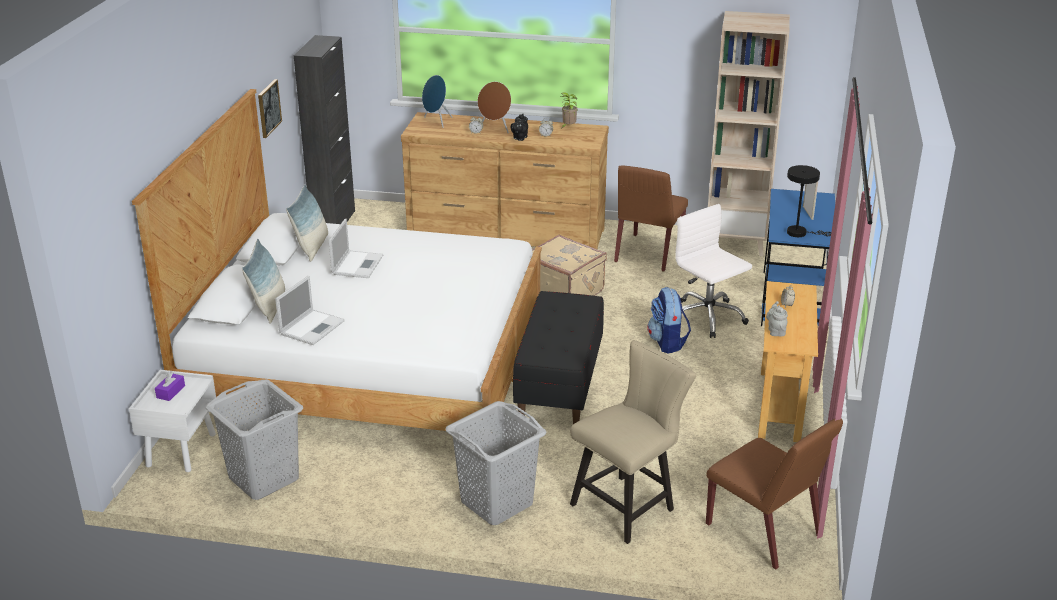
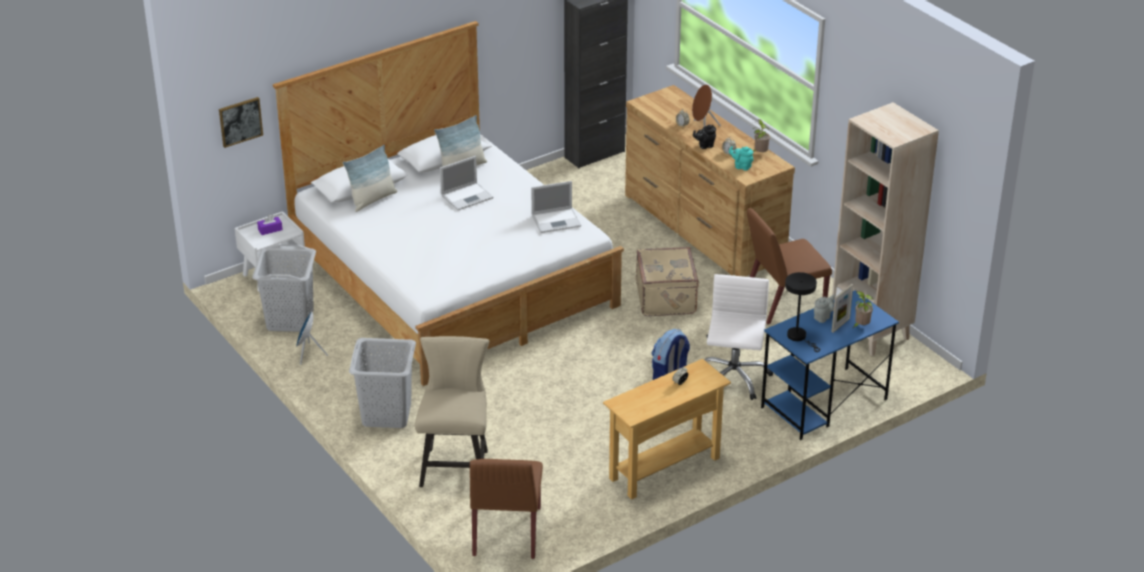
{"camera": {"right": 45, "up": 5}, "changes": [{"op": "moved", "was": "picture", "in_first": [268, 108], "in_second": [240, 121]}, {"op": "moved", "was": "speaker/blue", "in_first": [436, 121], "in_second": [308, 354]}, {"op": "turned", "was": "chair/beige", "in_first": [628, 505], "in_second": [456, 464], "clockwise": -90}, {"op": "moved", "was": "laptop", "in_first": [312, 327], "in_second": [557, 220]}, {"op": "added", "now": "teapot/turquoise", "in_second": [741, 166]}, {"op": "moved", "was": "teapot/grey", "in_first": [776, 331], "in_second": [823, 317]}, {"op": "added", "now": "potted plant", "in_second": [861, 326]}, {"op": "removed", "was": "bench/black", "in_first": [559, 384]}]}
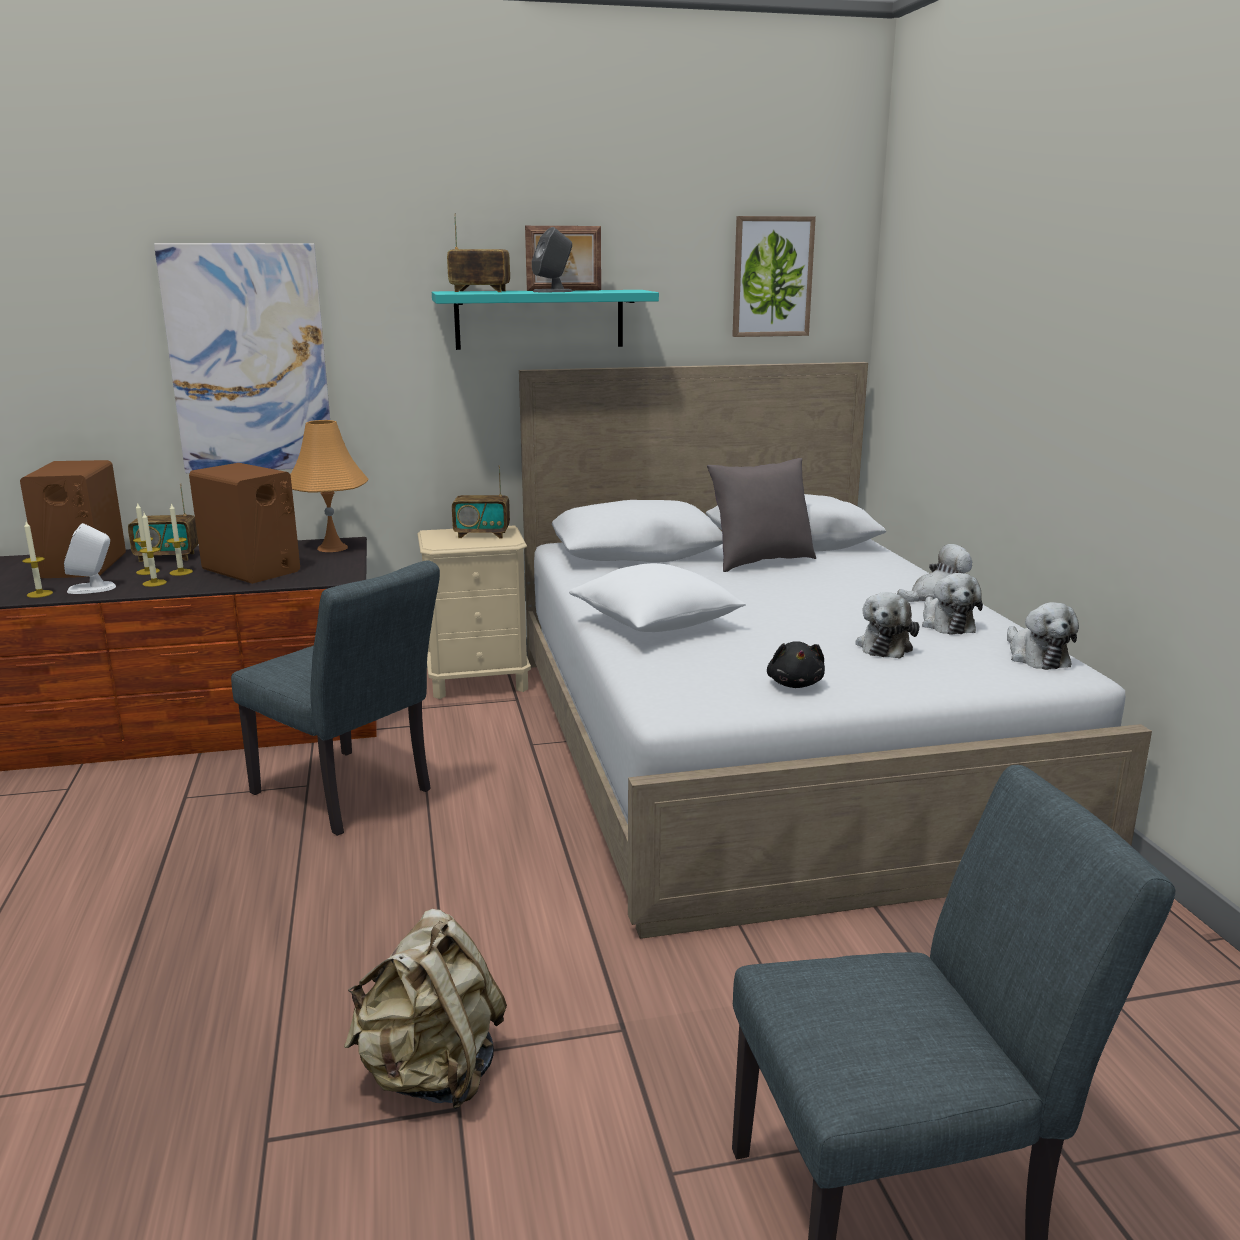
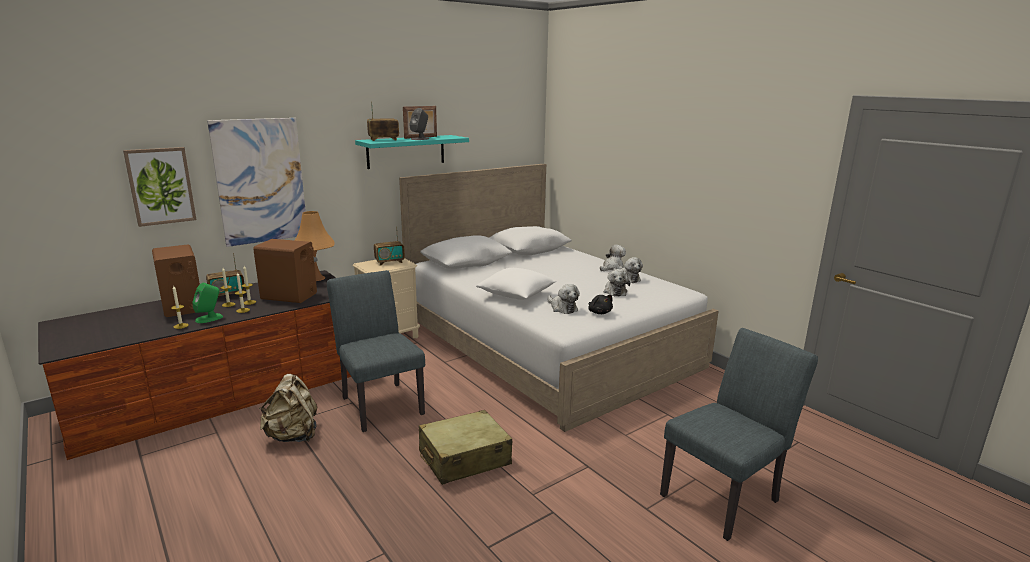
{"camera": {"right": -25, "up": 0}, "changes": [{"op": "moved", "was": "picture", "in_first": [772, 277], "in_second": [161, 186]}, {"op": "recoloured", "was": "speaker/white", "now": "speaker/green", "in_first": [92, 588], "in_second": [209, 318]}, {"op": "moved", "was": "backpack/beige", "in_first": [431, 1073], "in_second": [293, 436]}, {"op": "turned", "was": "chair/grey", "in_first": [350, 796], "in_second": [380, 402], "clockwise": -135}, {"op": "added", "now": "suitcase/beige", "in_second": [464, 458]}, {"op": "moved", "was": "plush toy", "in_first": [1036, 657], "in_second": [562, 308]}, {"op": "removed", "was": "pillow/grey", "in_first": [760, 562]}]}
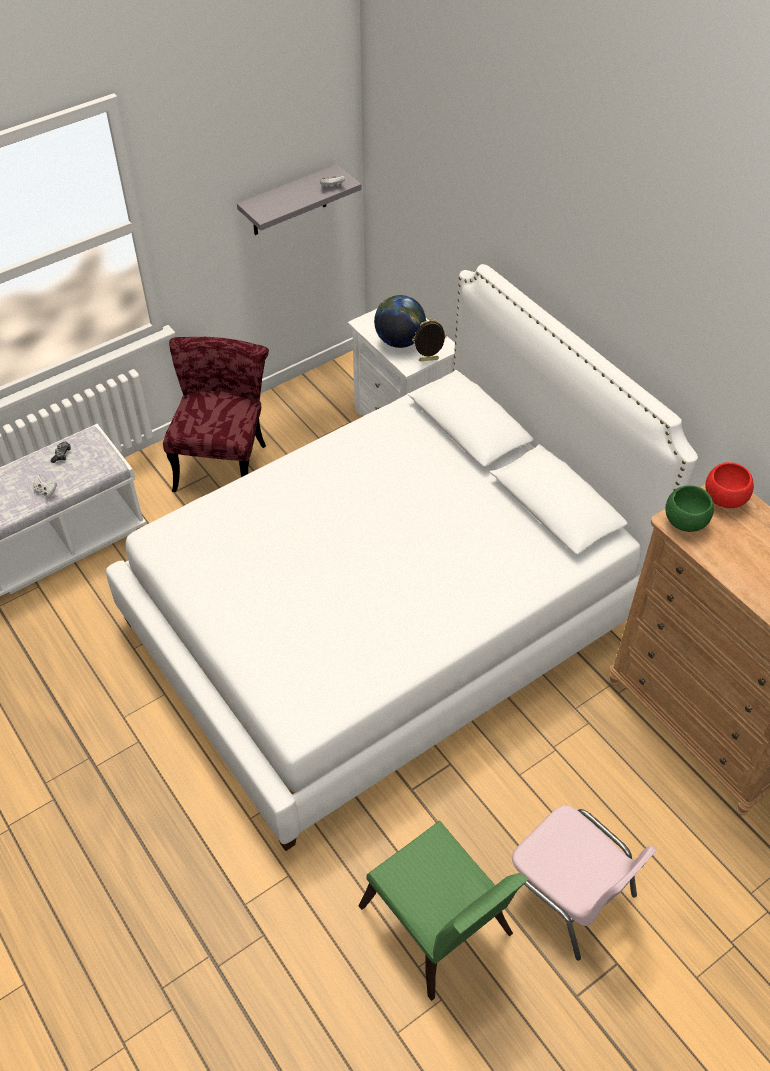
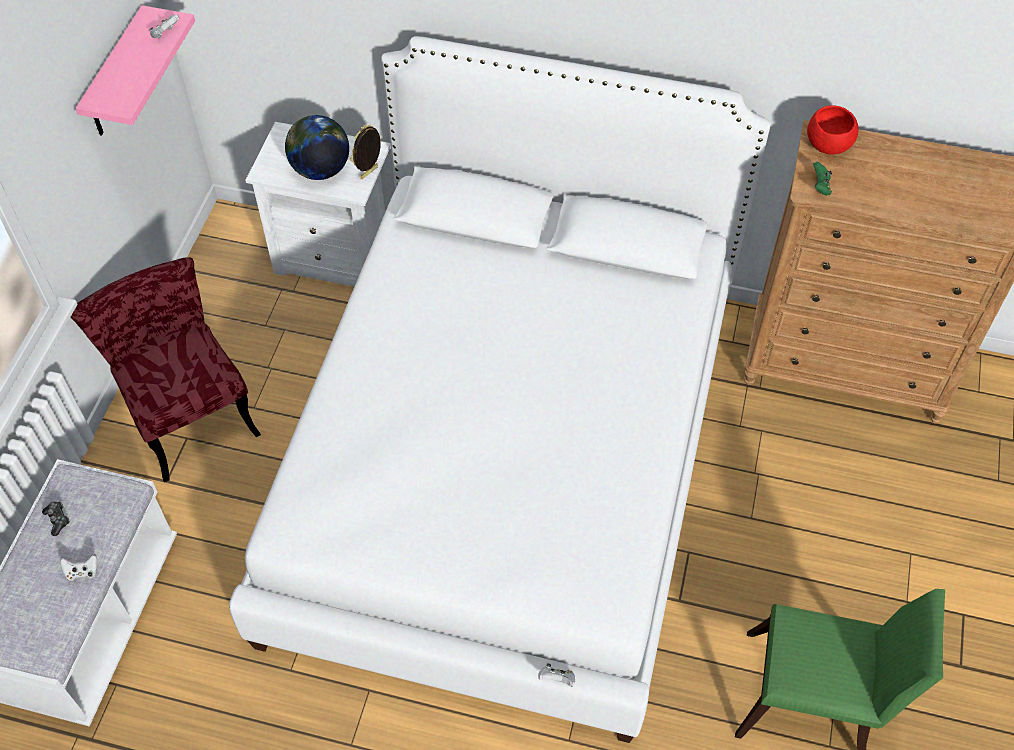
{"camera": {"right": -40, "up": 5}, "changes": [{"op": "recoloured", "was": "shelf/grey", "now": "shelf/pink", "in_first": [289, 201], "in_second": [116, 76]}, {"op": "added", "now": "game controller/white", "in_second": [557, 679]}, {"op": "replaced", "was": "bowl/green", "now": "game controller/green", "in_first": [685, 522], "in_second": [820, 186]}, {"op": "removed", "was": "chair/pink", "in_first": [568, 893]}]}
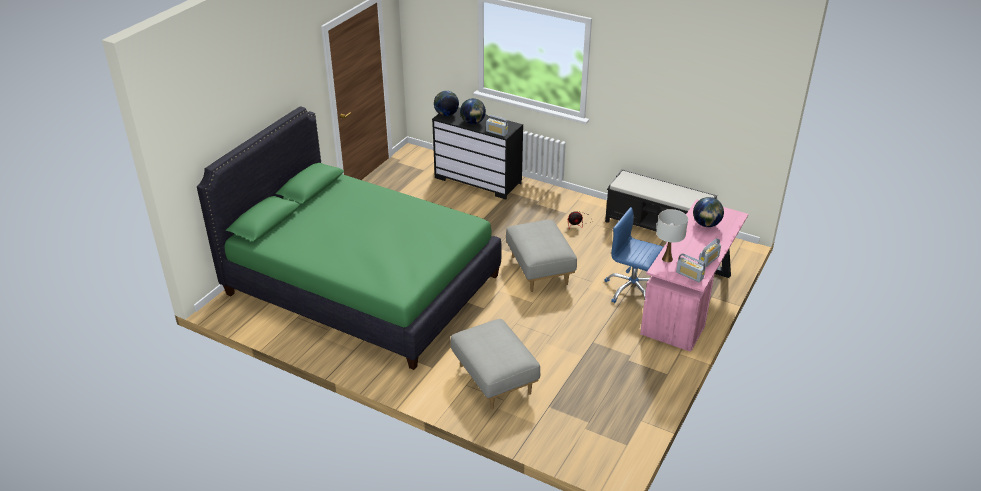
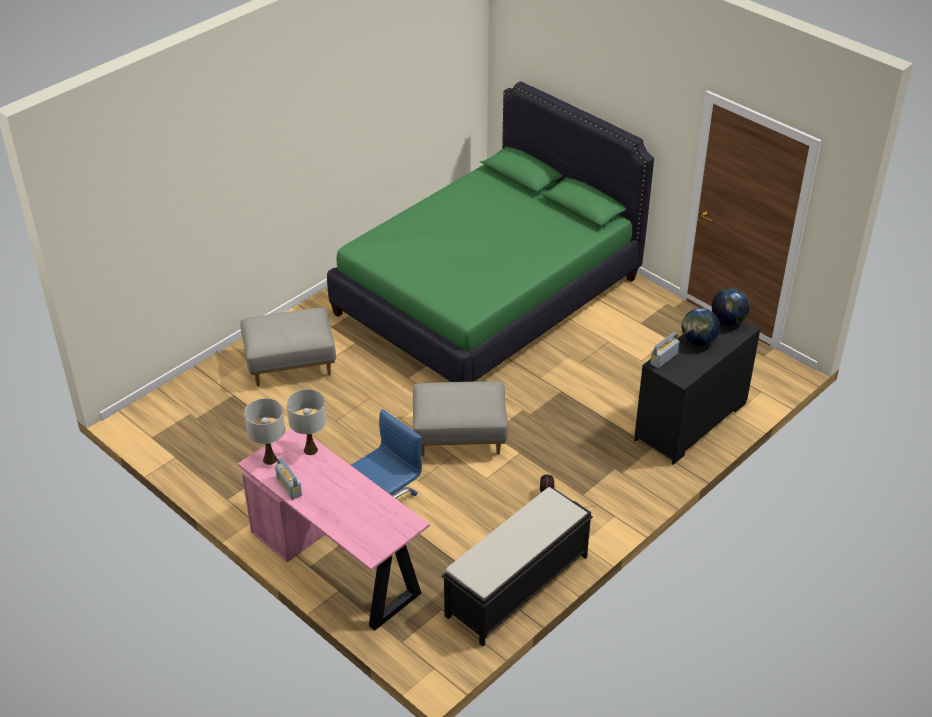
{"camera": {"right": 105, "up": 5}, "changes": [{"op": "replaced", "was": "radio", "now": "table lamp/white", "in_first": [689, 275], "in_second": [270, 459]}, {"op": "removed", "was": "globe", "in_first": [706, 224]}]}
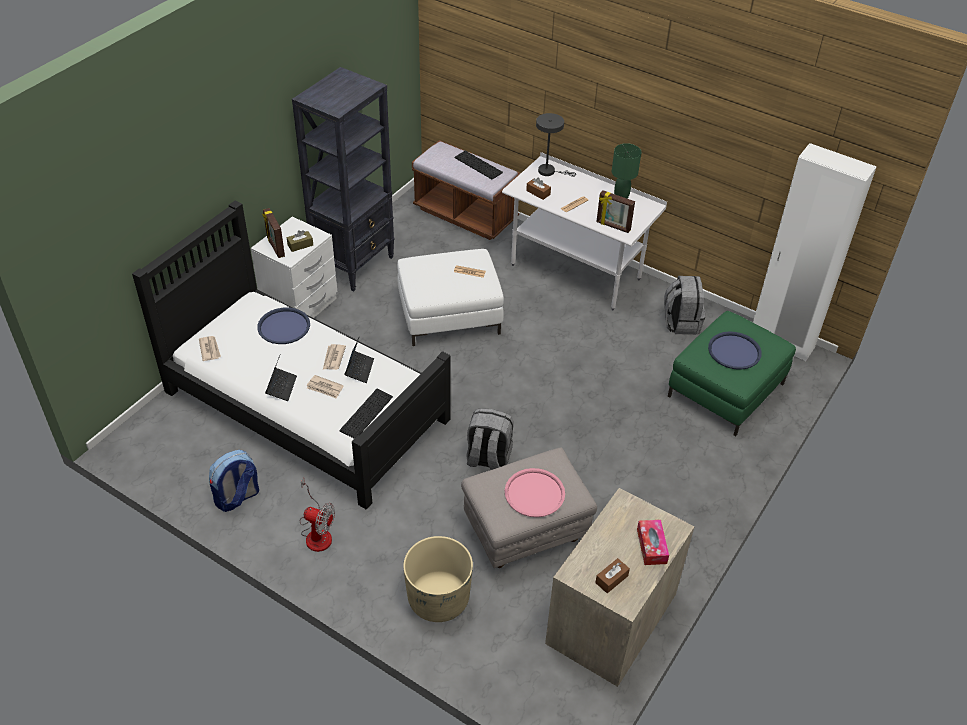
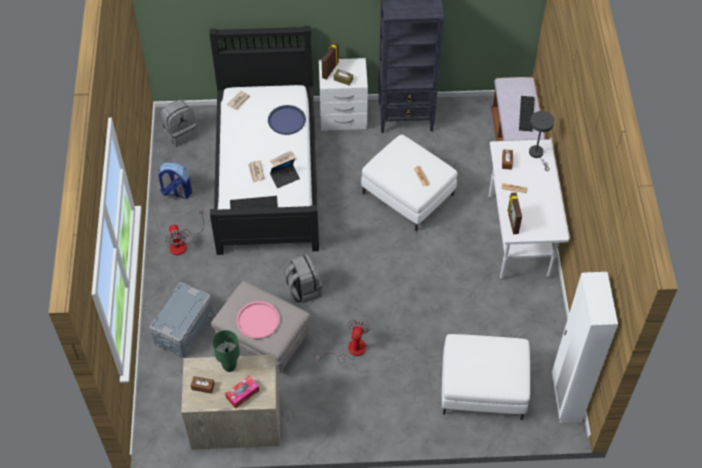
{"camera": {"right": 55, "up": 10}, "changes": [{"op": "replaced", "was": "planter/beige", "now": "storage box/grey", "in_first": [438, 598], "in_second": [183, 328]}, {"op": "moved", "was": "backpack/grey", "in_first": [681, 322], "in_second": [180, 133]}, {"op": "moved", "was": "table lamp/green", "in_first": [621, 197], "in_second": [229, 366]}, {"op": "added", "now": "fan", "in_second": [350, 350]}, {"op": "recoloured", "was": "ottoman/green", "now": "ottoman/white", "in_first": [725, 390], "in_second": [482, 387]}, {"op": "removed", "was": "laptop", "in_first": [281, 387]}, {"op": "removed", "was": "tray/blue", "in_first": [734, 351]}]}
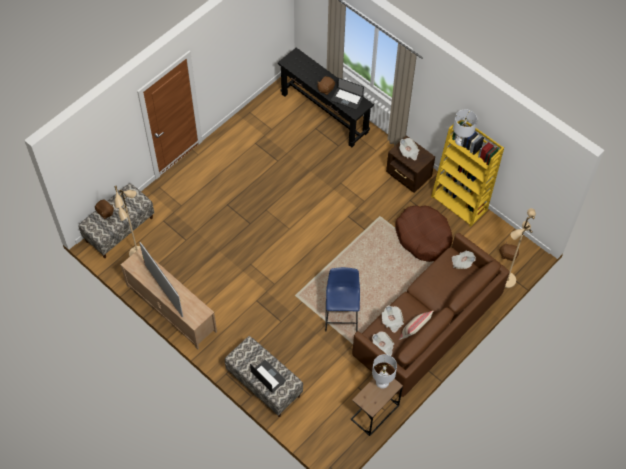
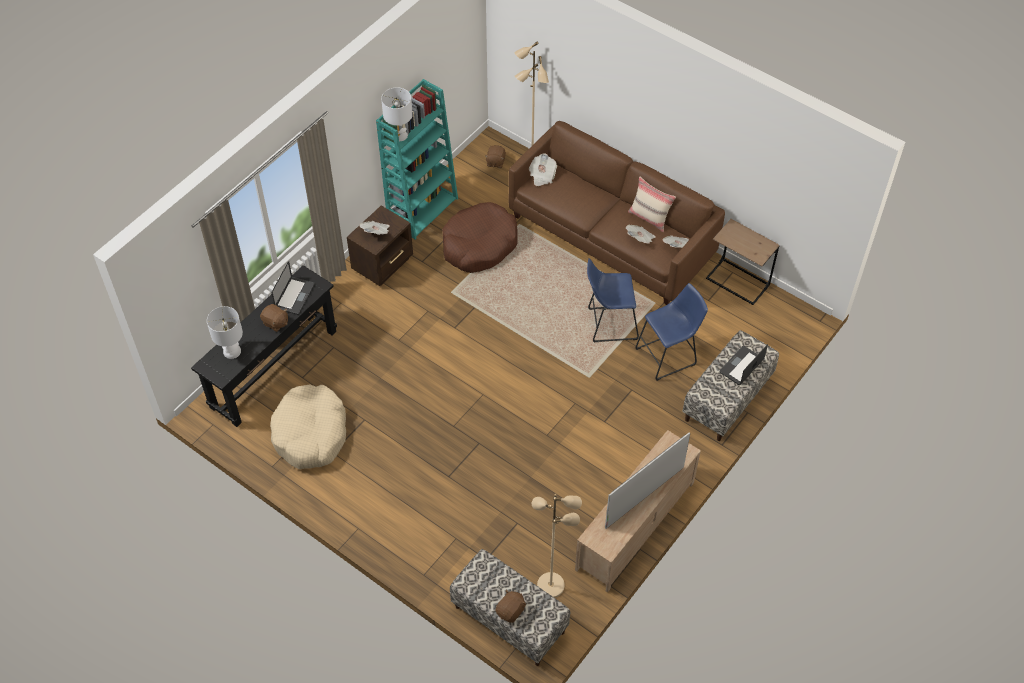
{"camera": {"right": -95, "up": -5}, "changes": [{"op": "moved", "was": "table lamp/white", "in_first": [382, 382], "in_second": [231, 352]}, {"op": "added", "now": "dog bed/beige", "in_second": [310, 433]}, {"op": "recoloured", "was": "bookcase/yellow", "now": "bookcase/turquoise", "in_first": [460, 203], "in_second": [422, 209]}, {"op": "added", "now": "stool/blue", "in_second": [669, 356]}]}
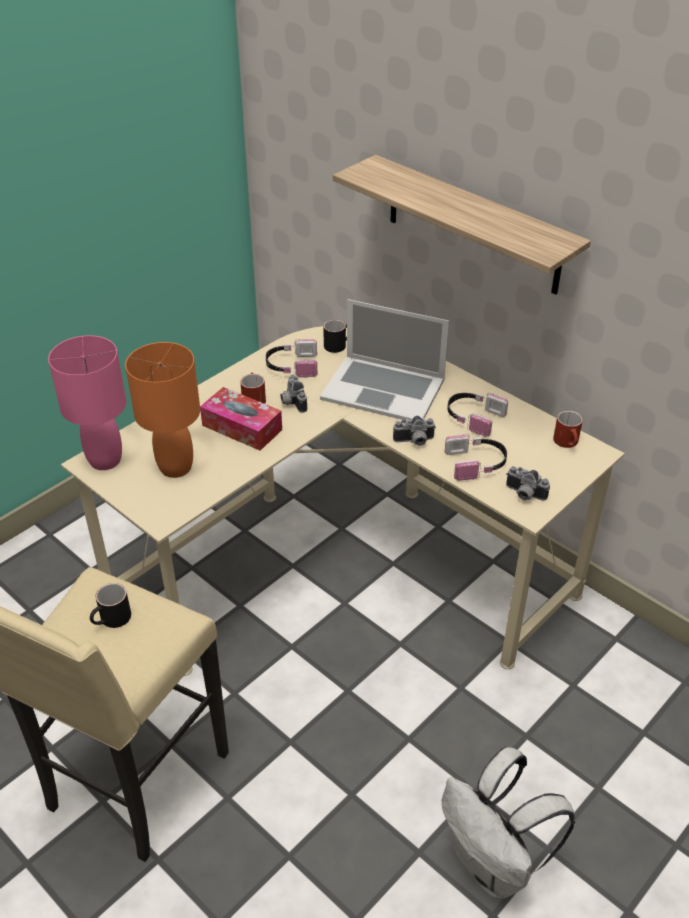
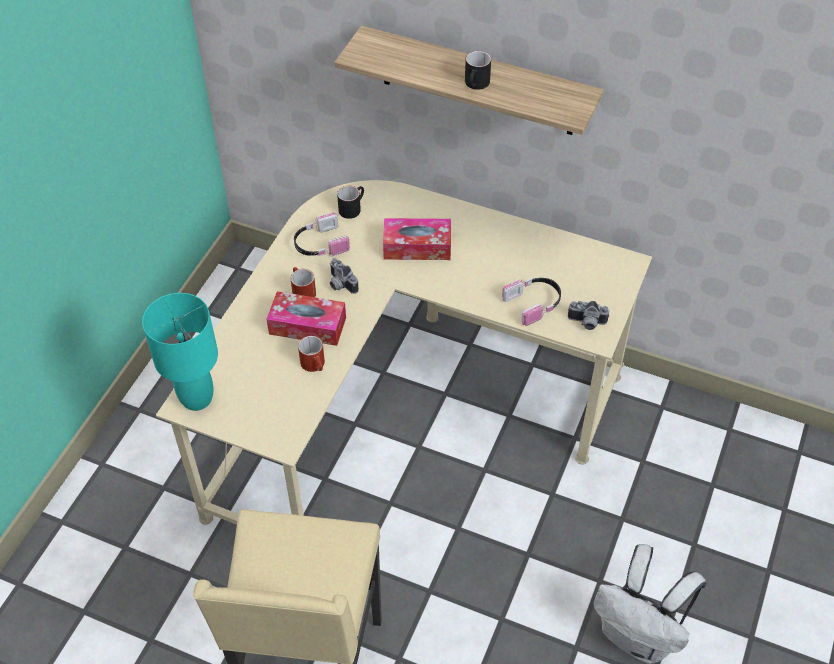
{"camera": {"right": -20, "up": 10}, "changes": [{"op": "recoloured", "was": "table lamp/pink", "now": "table lamp/turquoise", "in_first": [106, 460], "in_second": [197, 398]}, {"op": "moved", "was": "mug/red", "in_first": [568, 443], "in_second": [315, 365]}, {"op": "replaced", "was": "laptop", "now": "tissue box", "in_first": [383, 389], "in_second": [417, 246]}, {"op": "moved", "was": "mug/black", "in_first": [112, 620], "in_second": [476, 85]}, {"op": "removed", "was": "table lamp/orange", "in_first": [175, 468]}, {"op": "removed", "was": "photo camera", "in_first": [414, 442]}, {"op": "removed", "was": "headphones", "in_first": [473, 417]}]}
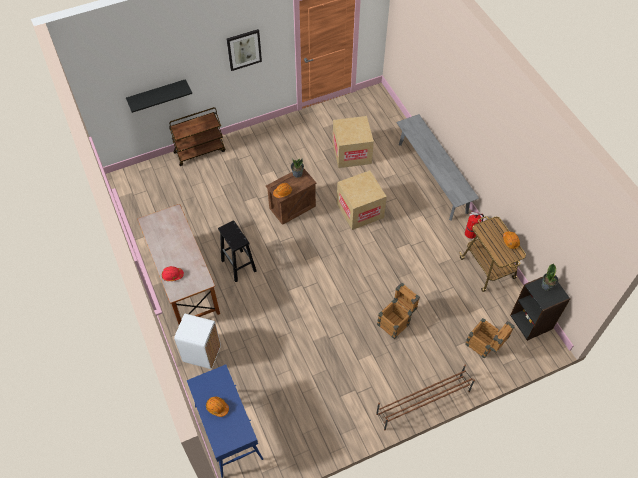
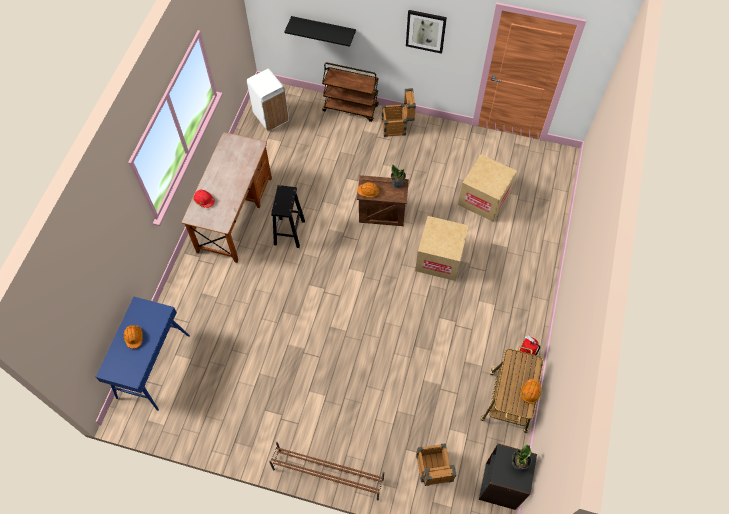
{"camera": {"right": 40, "up": 5}, "changes": [{"op": "moved", "was": "trash can/white", "in_first": [202, 353], "in_second": [271, 117]}, {"op": "moved", "was": "crate", "in_first": [396, 322], "in_second": [397, 127]}, {"op": "removed", "was": "bench/grey", "in_first": [432, 177]}]}
